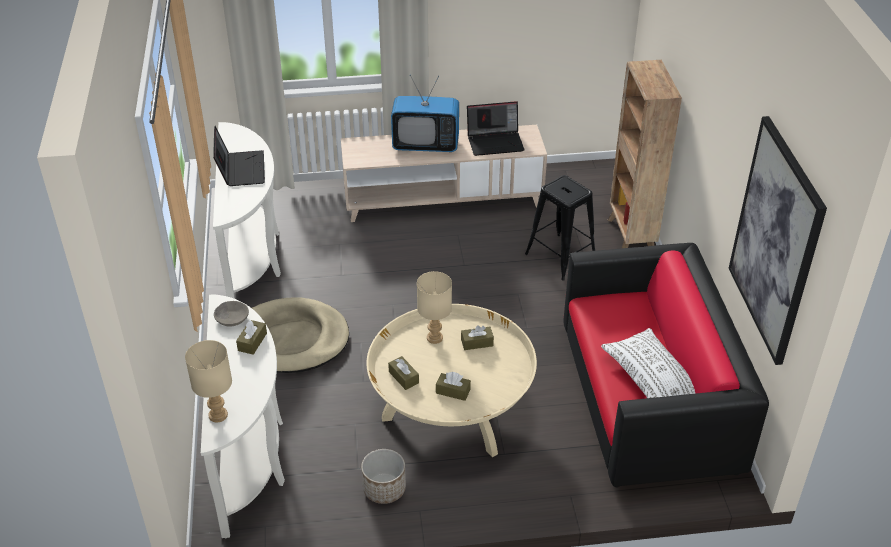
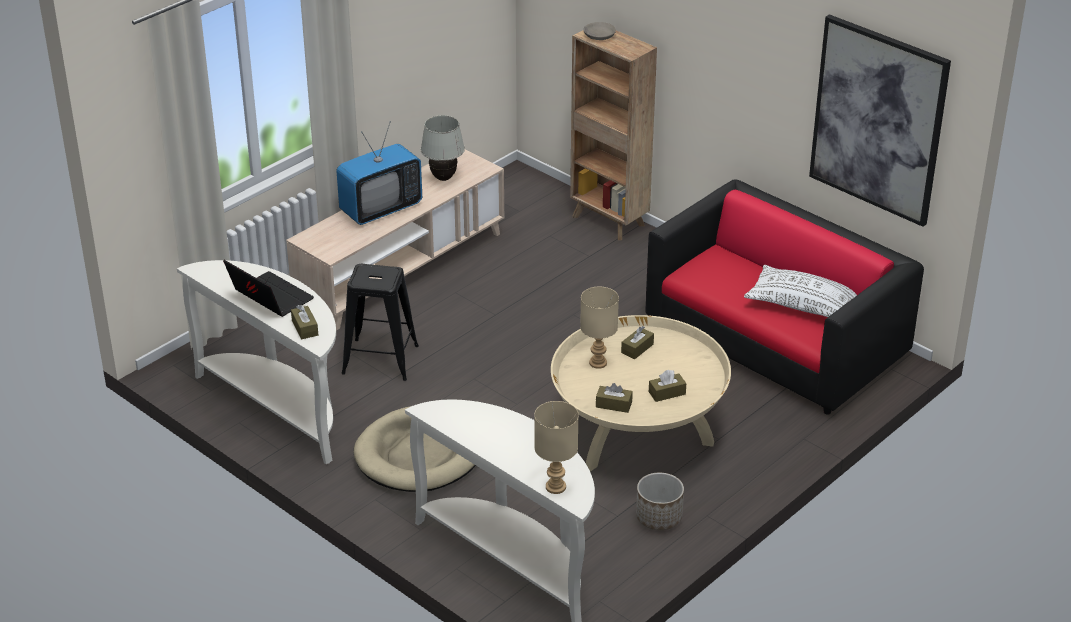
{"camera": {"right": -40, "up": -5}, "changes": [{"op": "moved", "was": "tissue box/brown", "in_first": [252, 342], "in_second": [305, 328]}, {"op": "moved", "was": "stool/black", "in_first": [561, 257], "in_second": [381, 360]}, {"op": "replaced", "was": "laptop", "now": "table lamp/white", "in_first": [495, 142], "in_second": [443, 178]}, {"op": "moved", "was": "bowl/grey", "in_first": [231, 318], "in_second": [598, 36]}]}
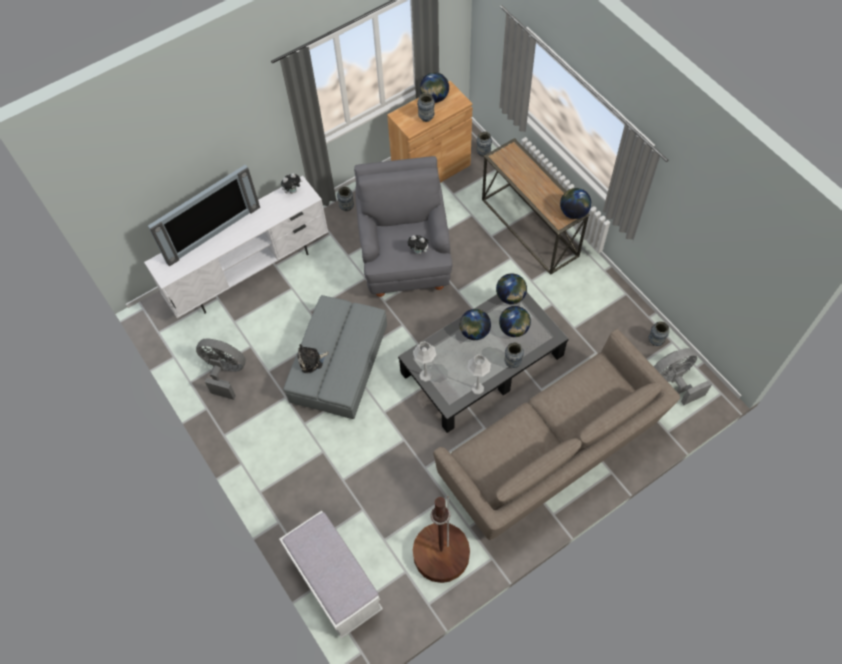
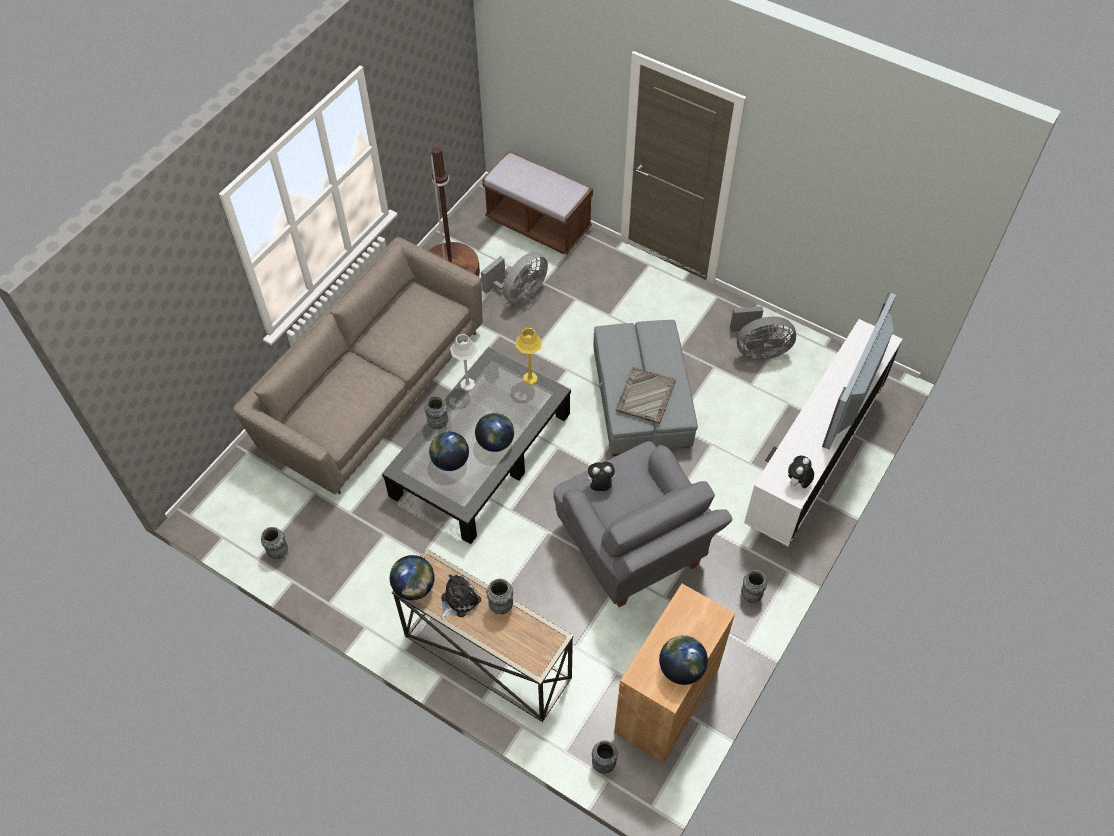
{"camera": {"right": 155, "up": -5}, "changes": [{"op": "moved", "was": "plush toy", "in_first": [311, 360], "in_second": [458, 600]}, {"op": "moved", "was": "fan/grey", "in_first": [672, 382], "in_second": [519, 294]}, {"op": "recoloured", "was": "bench/white", "now": "bench/brown", "in_first": [335, 582], "in_second": [538, 225]}, {"op": "moved", "was": "vase", "in_first": [426, 118], "in_second": [501, 606]}, {"op": "recoloured", "was": "table lamp/grey", "now": "table lamp/yellow", "in_first": [425, 375], "in_second": [530, 378]}, {"op": "added", "now": "tray/grey", "in_second": [645, 396]}, {"op": "removed", "was": "globe", "in_first": [510, 296]}]}
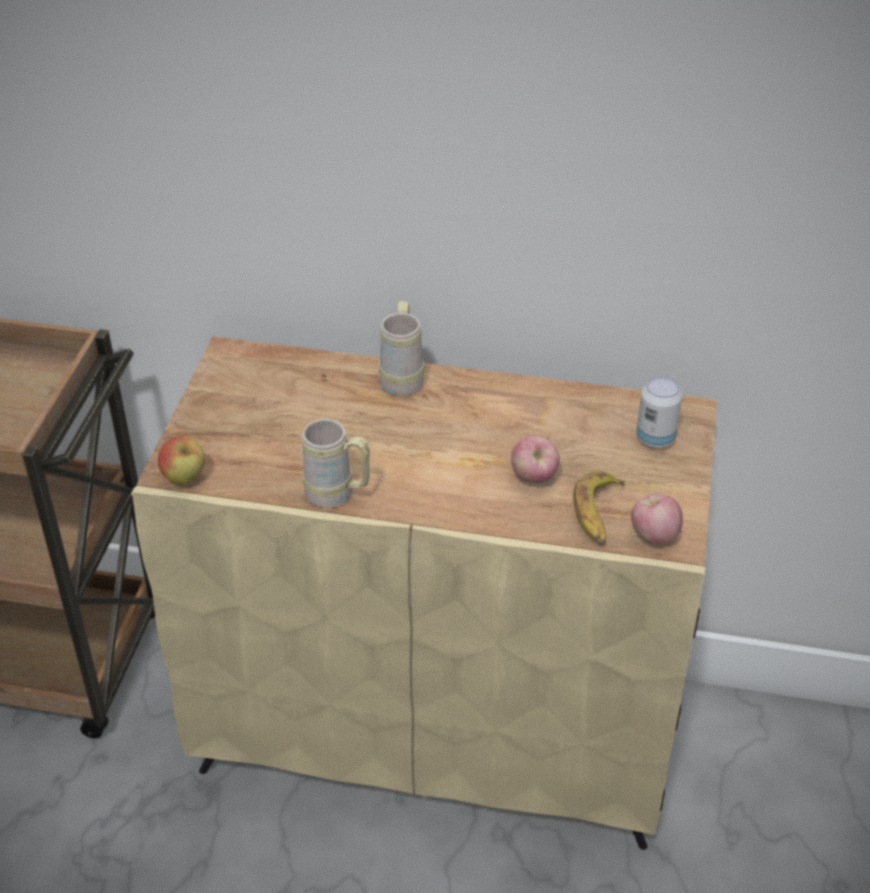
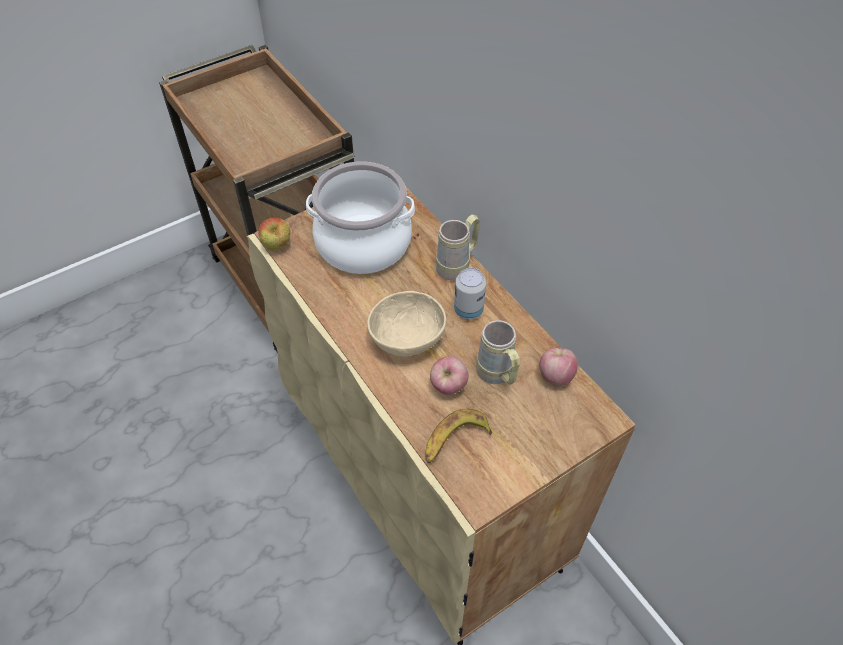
{"camera": {"right": 45, "up": 10}, "changes": [{"op": "added", "now": "cooking pot", "in_second": [363, 244]}, {"op": "added", "now": "bowl/beige", "in_second": [405, 337]}, {"op": "moved", "was": "can", "in_first": [655, 438], "in_second": [468, 310]}, {"op": "moved", "was": "mug/beige", "in_first": [338, 495], "in_second": [497, 376]}, {"op": "moved", "was": "apple", "in_first": [654, 536], "in_second": [555, 376]}]}
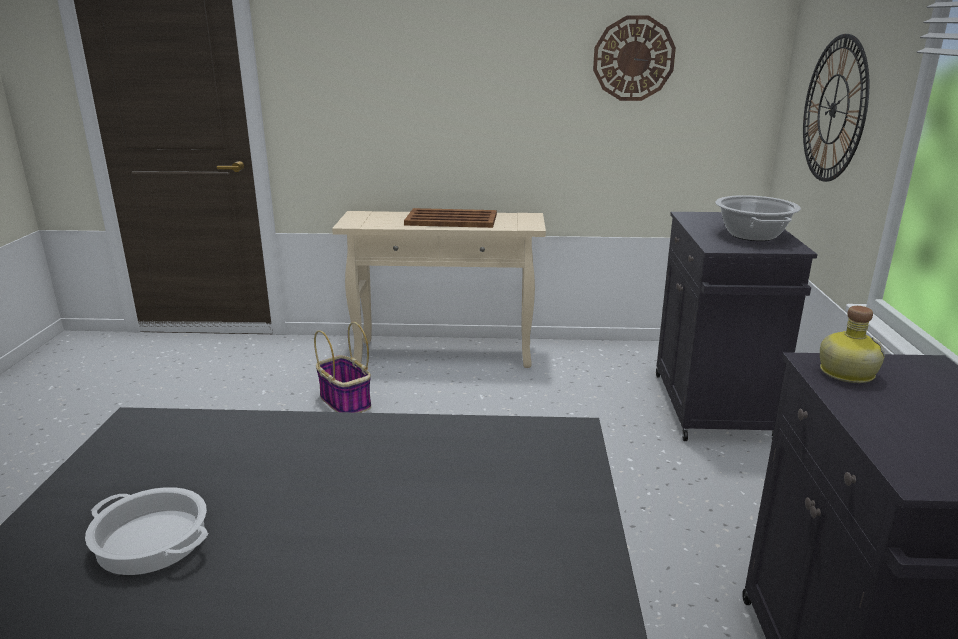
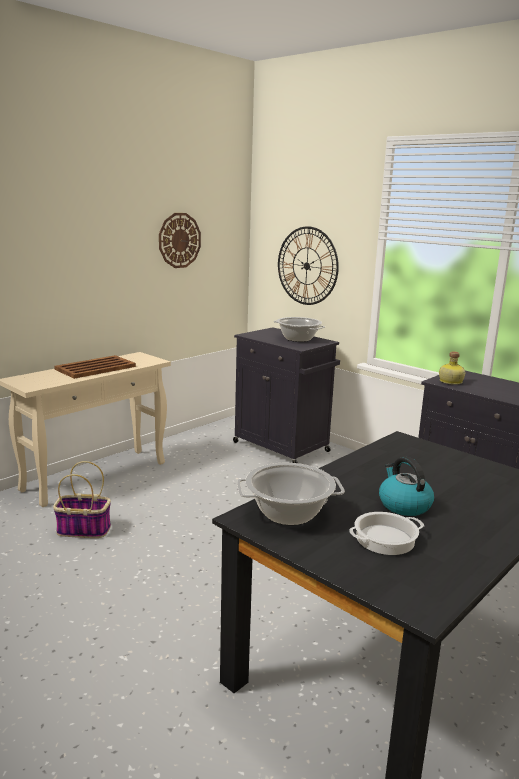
{"camera": {"right": -50, "up": -5}, "changes": [{"op": "added", "now": "cooking pot", "in_second": [288, 513]}, {"op": "added", "now": "kettle", "in_second": [403, 505]}]}
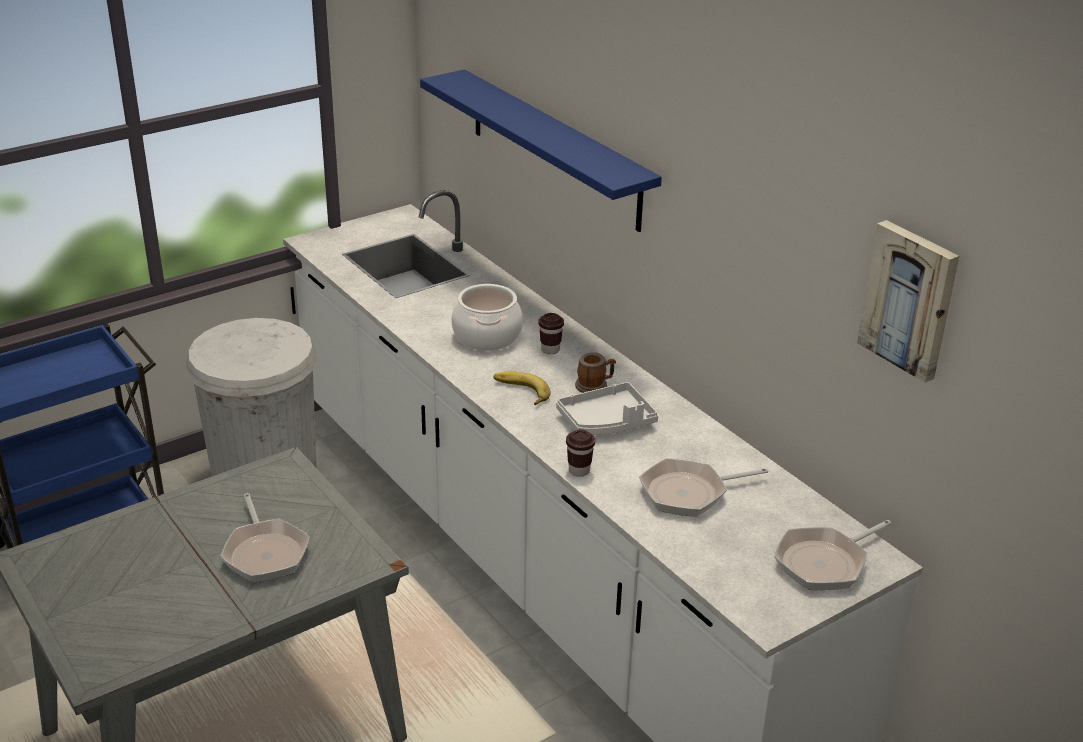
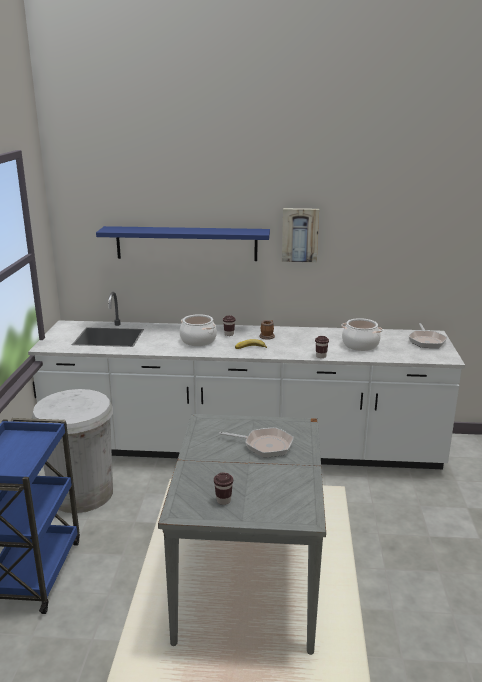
{"camera": {"right": -50, "up": -10}, "changes": [{"op": "added", "now": "cup/brown", "in_second": [223, 500]}, {"op": "moved", "was": "picture", "in_first": [910, 299], "in_second": [300, 235]}, {"op": "replaced", "was": "frying pan", "now": "cooking pot", "in_first": [689, 493], "in_second": [360, 345]}, {"op": "removed", "was": "tray/grey", "in_first": [607, 422]}]}
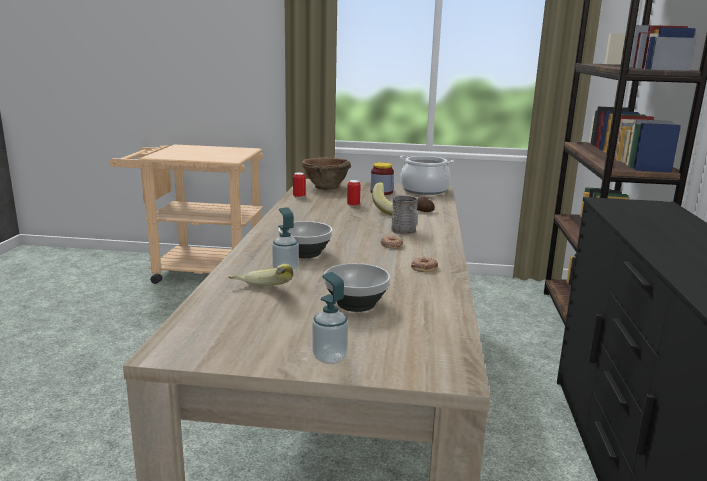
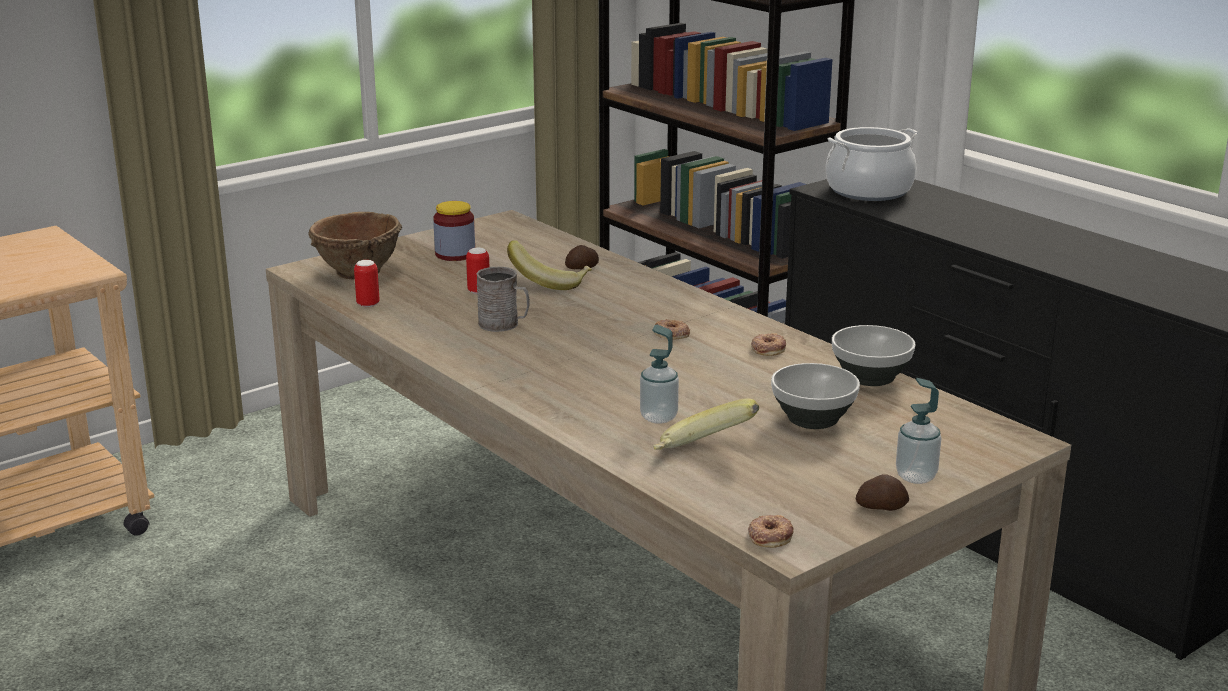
{"camera": {"right": -45, "up": 5}, "changes": [{"op": "moved", "was": "mug/grey", "in_first": [405, 231], "in_second": [504, 324]}, {"op": "added", "now": "donut", "in_second": [769, 536]}, {"op": "moved", "was": "cooking pot", "in_first": [424, 190], "in_second": [868, 190]}, {"op": "moved", "was": "bowl", "in_first": [304, 253], "in_second": [870, 378]}, {"op": "added", "now": "potato", "in_second": [881, 506]}]}
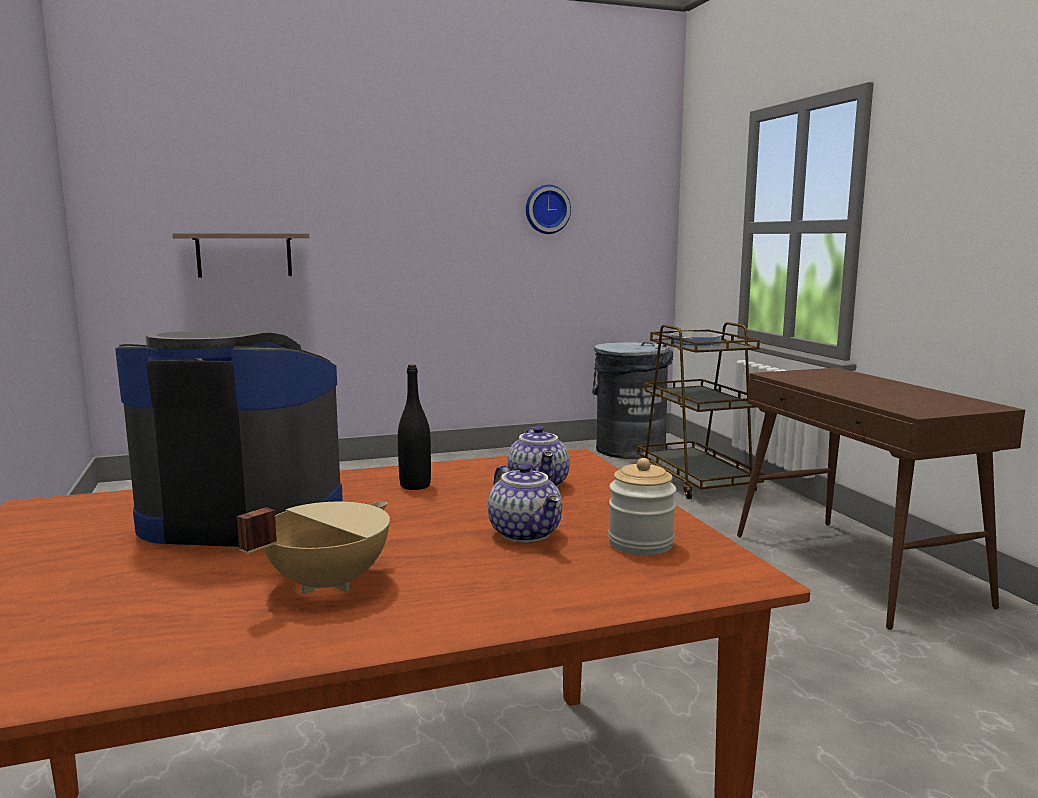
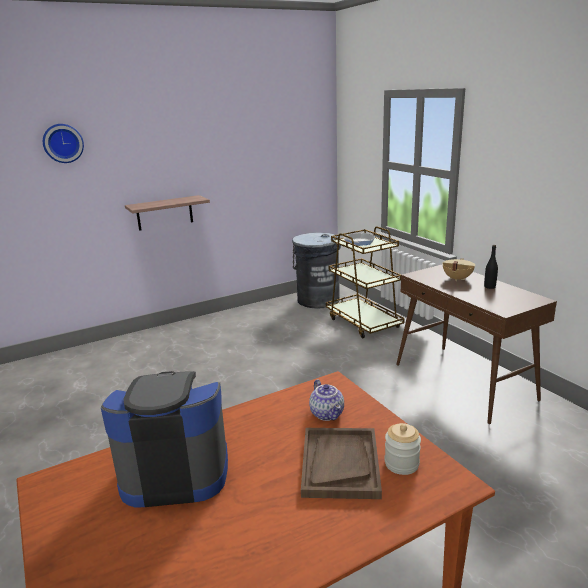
{"camera": {"right": -10, "up": 10}, "changes": [{"op": "moved", "was": "wall clock", "in_first": [546, 209], "in_second": [63, 143]}, {"op": "moved", "was": "shelf", "in_first": [244, 255], "in_second": [164, 213]}, {"op": "replaced", "was": "teapot", "now": "tray/brown", "in_first": [527, 533], "in_second": [340, 464]}, {"op": "moved", "was": "cooking pot/beige", "in_first": [325, 583], "in_second": [456, 279]}, {"op": "moved", "was": "bottle/black", "in_first": [415, 485], "in_second": [489, 287]}]}
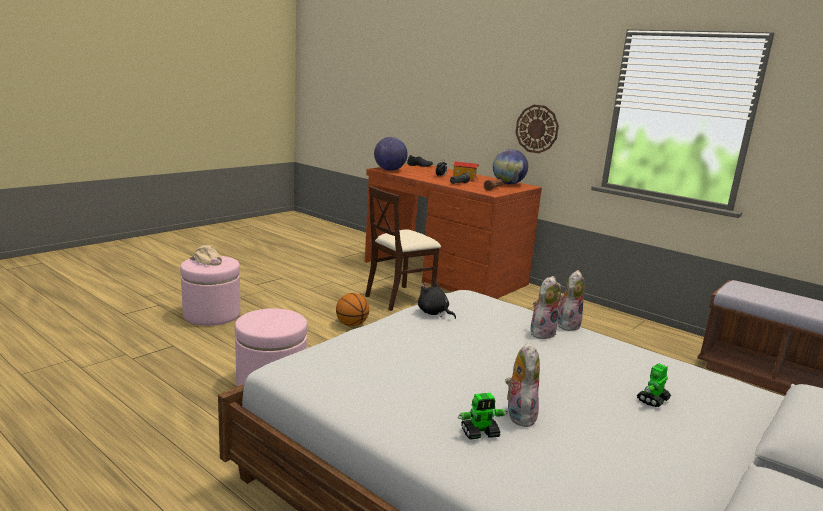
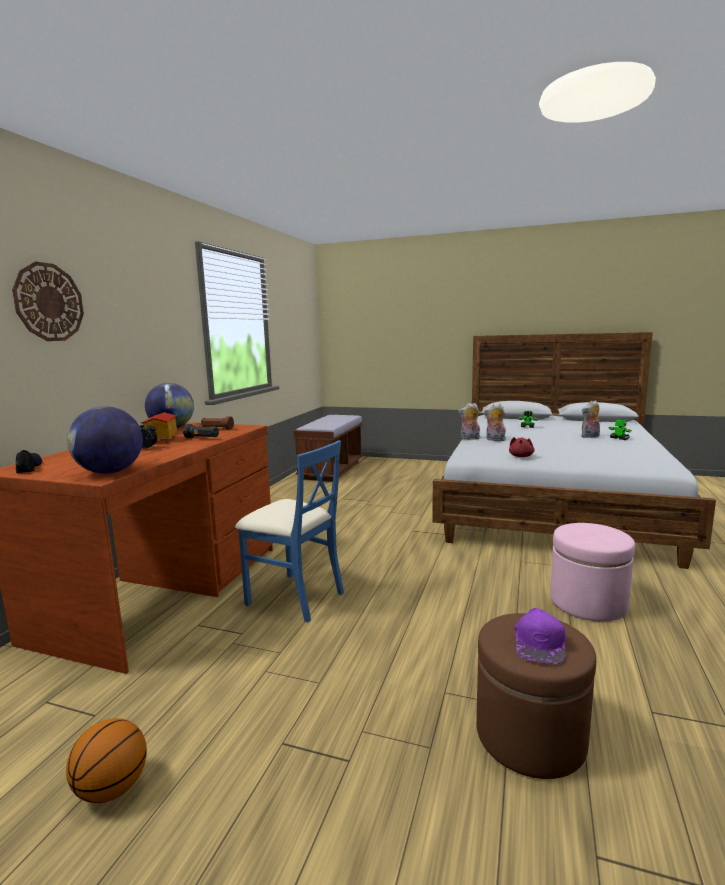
{"camera": {"right": -110, "up": -5}, "changes": [{"op": "moved", "was": "wall clock", "in_first": [537, 129], "in_second": [49, 302]}, {"op": "moved", "was": "basketball", "in_first": [351, 324], "in_second": [113, 788]}, {"op": "recoloured", "was": "chair/beige", "now": "chair/blue", "in_first": [399, 298], "in_second": [295, 597]}, {"op": "recoloured", "was": "ottoman/pink", "now": "ottoman/brown", "in_first": [212, 315], "in_second": [530, 735]}, {"op": "recoloured", "was": "plush toy/black", "now": "plush toy/red", "in_first": [434, 313], "in_second": [521, 456]}, {"op": "recoloured", "was": "cap/beige", "now": "cap/purple", "in_first": [206, 261], "in_second": [540, 642]}]}
